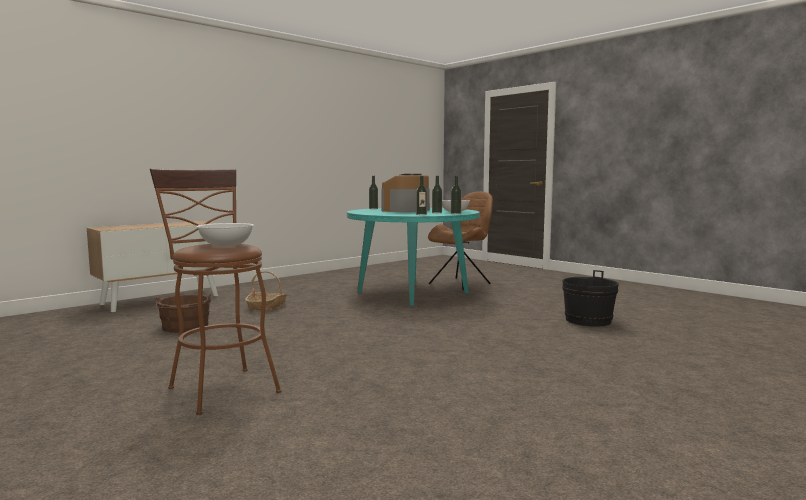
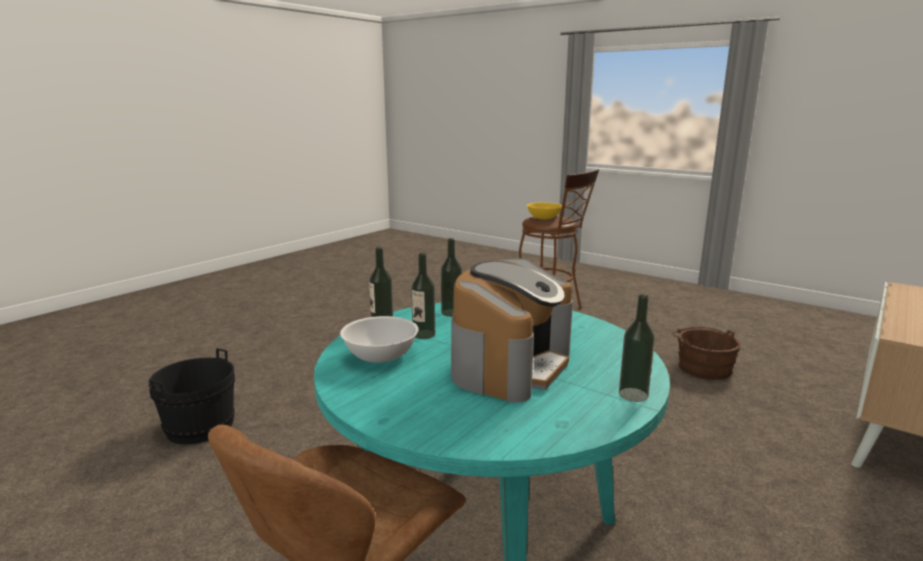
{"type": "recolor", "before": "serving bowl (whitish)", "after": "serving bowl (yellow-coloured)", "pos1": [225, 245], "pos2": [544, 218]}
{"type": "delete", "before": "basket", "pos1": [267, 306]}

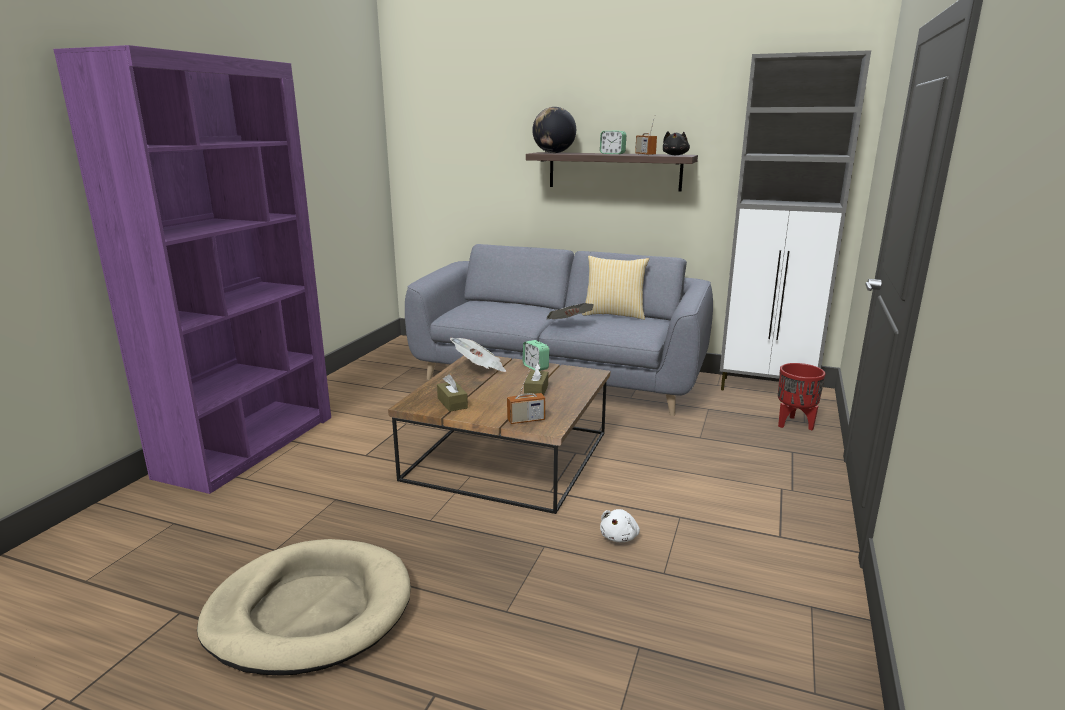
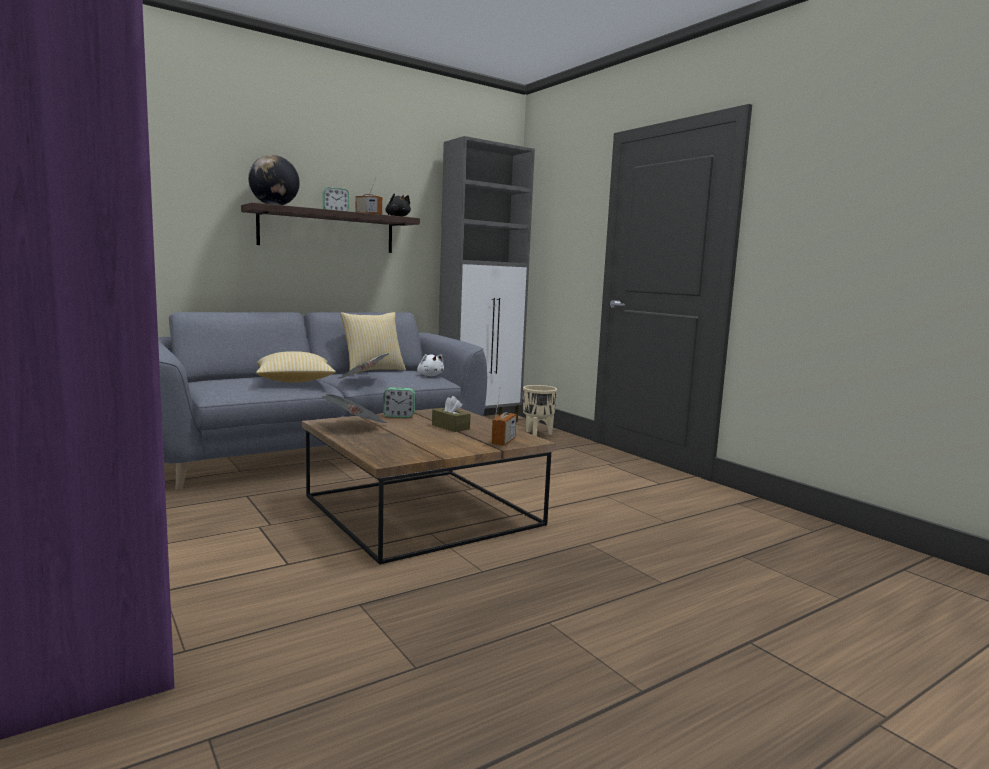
{"type": "insert", "after": "pillow", "pos2": [294, 381]}
{"type": "move", "before": "plush toy (whitish)", "pos1": [619, 537], "pos2": [430, 375]}
{"type": "recolor", "before": "flower pot (red)", "after": "flower pot (beige-coloured)", "pos1": [794, 424], "pos2": [537, 434]}
{"type": "delete", "before": "dog bed (beige-coloured)", "pos1": [310, 610]}
{"type": "delete", "before": "tissue holder (brown-coloured)", "pos1": [452, 403]}

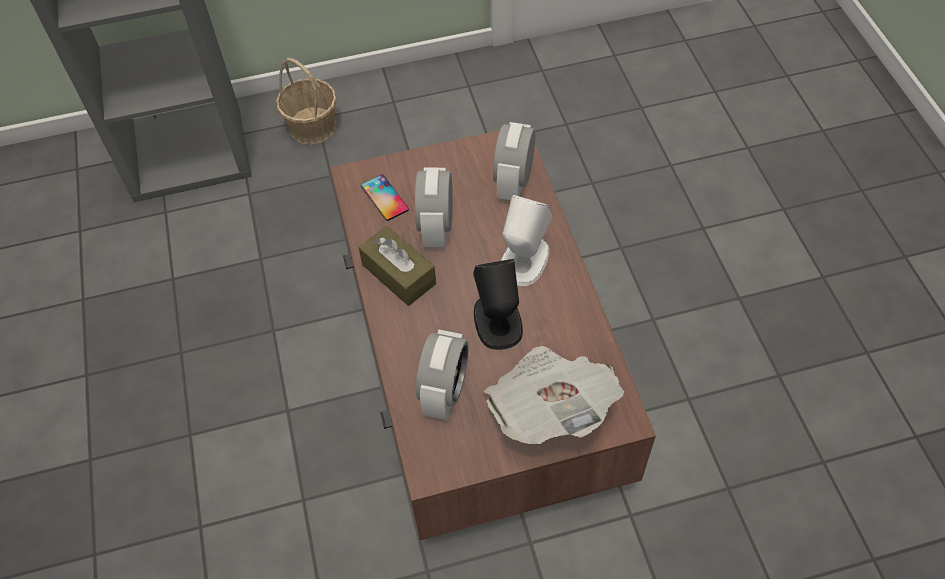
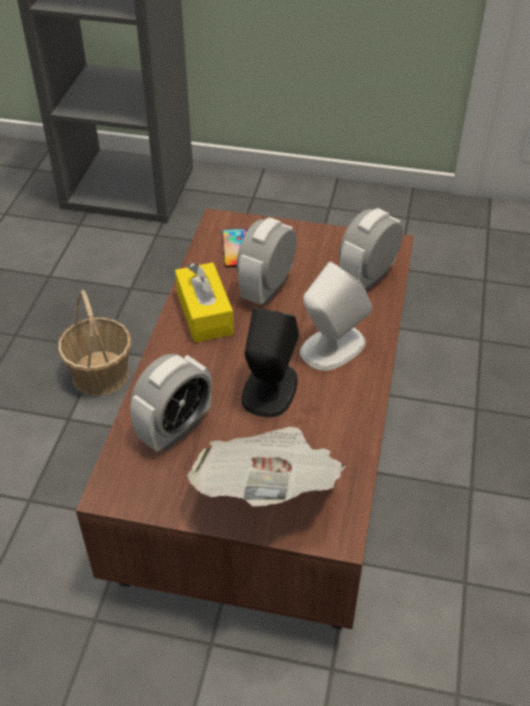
{"type": "move", "before": "basket", "pos1": [312, 126], "pos2": [101, 374]}
{"type": "recolor", "before": "tissue holder (brown-coloured)", "after": "tissue holder (yellow-coloured)", "pos1": [399, 274], "pos2": [204, 313]}

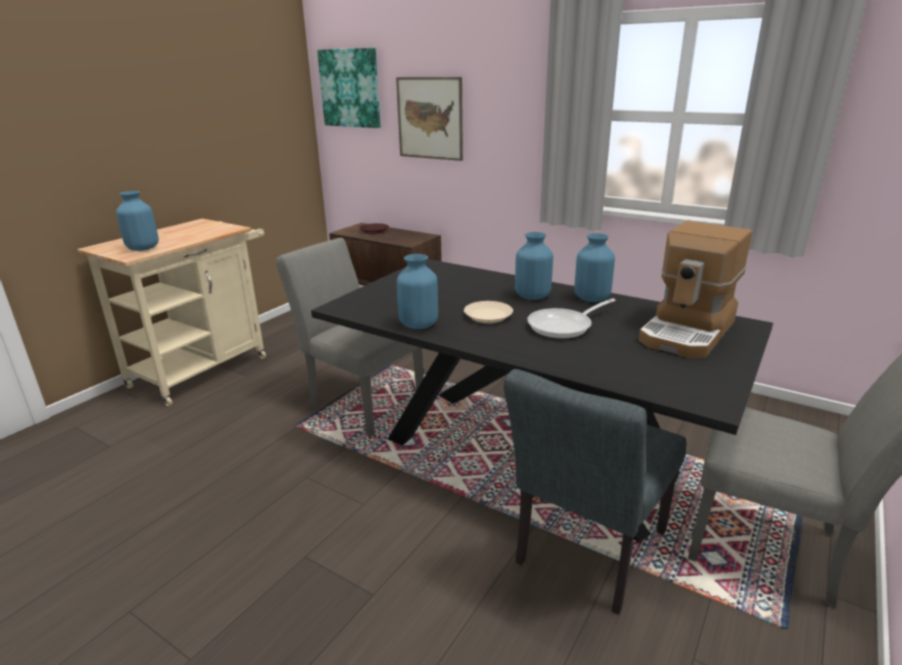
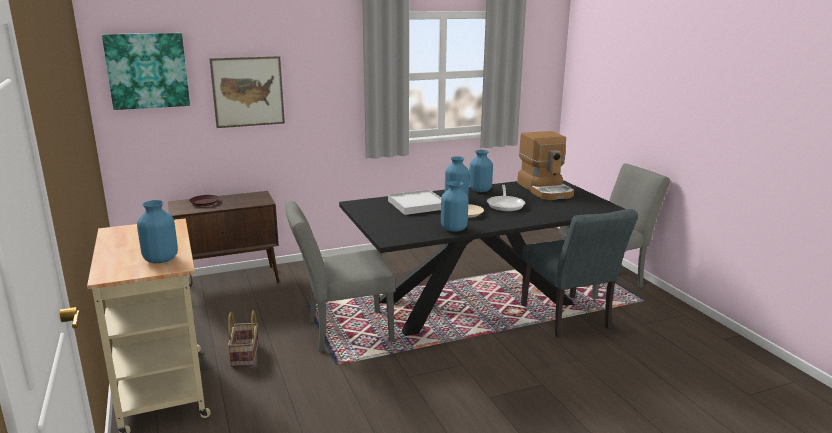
{"type": "insert", "after": "basket", "pos2": [245, 355]}
{"type": "insert", "after": "carrying tray (whitish)", "pos2": [417, 205]}

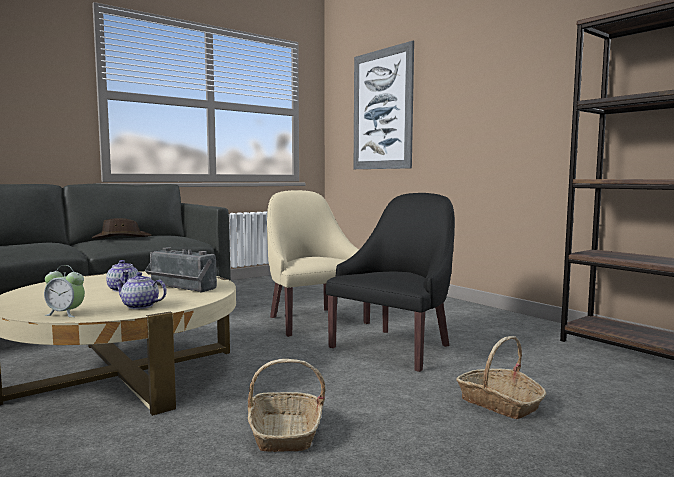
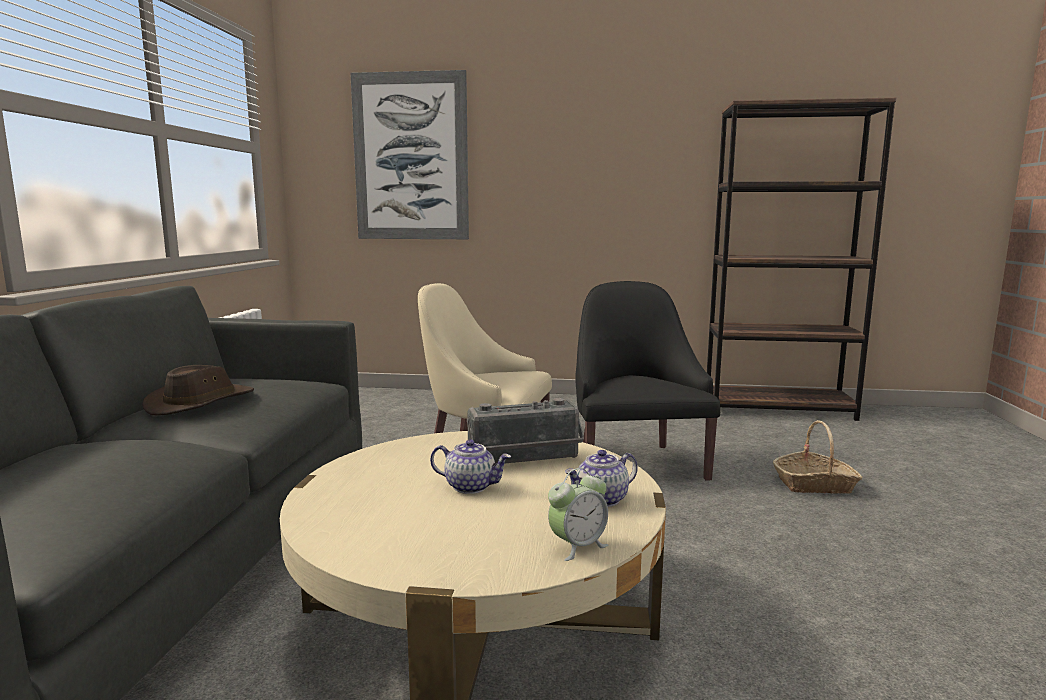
{"type": "delete", "before": "basket", "pos1": [285, 433]}

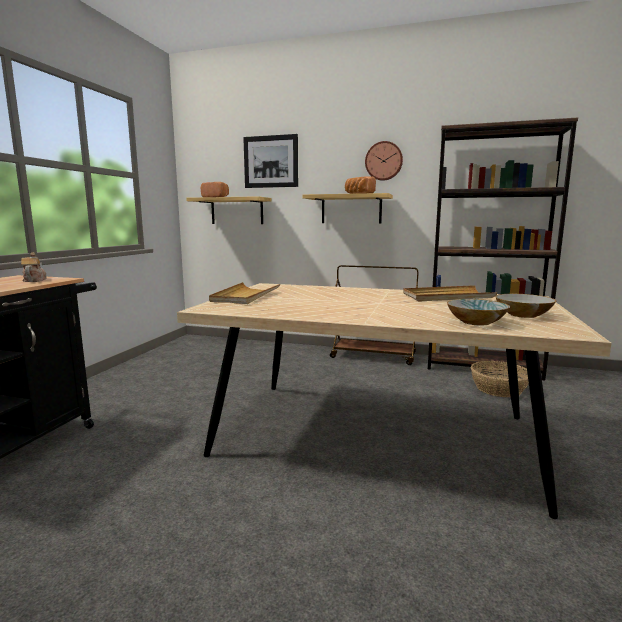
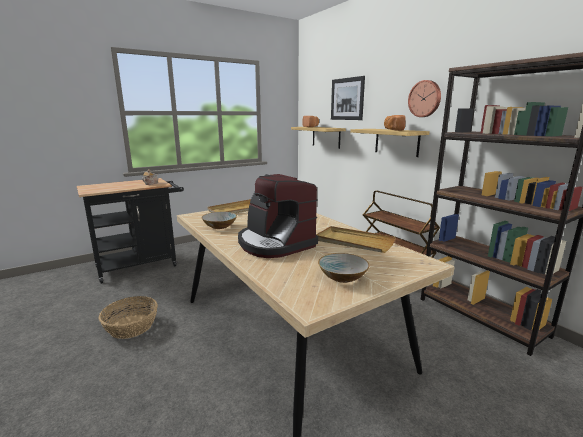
{"type": "move", "before": "basket", "pos1": [499, 389], "pos2": [131, 326]}
{"type": "move", "before": "serving bowl", "pos1": [477, 322], "pos2": [220, 226]}
{"type": "insert", "after": "coffee brewer", "pos2": [275, 243]}

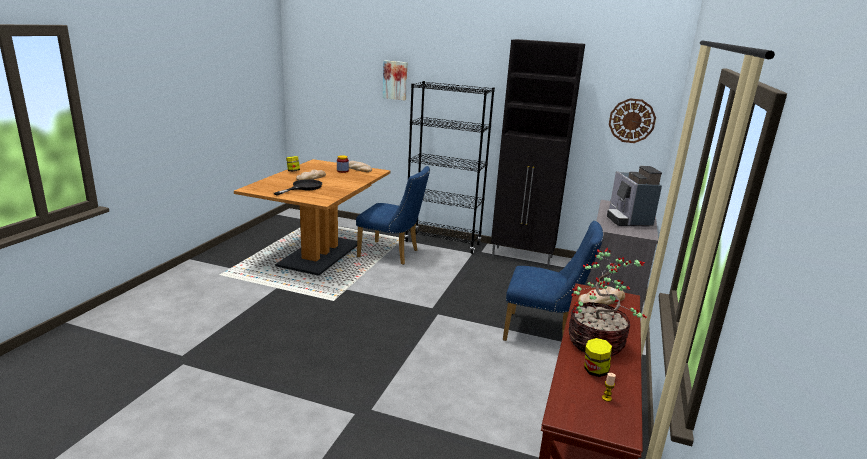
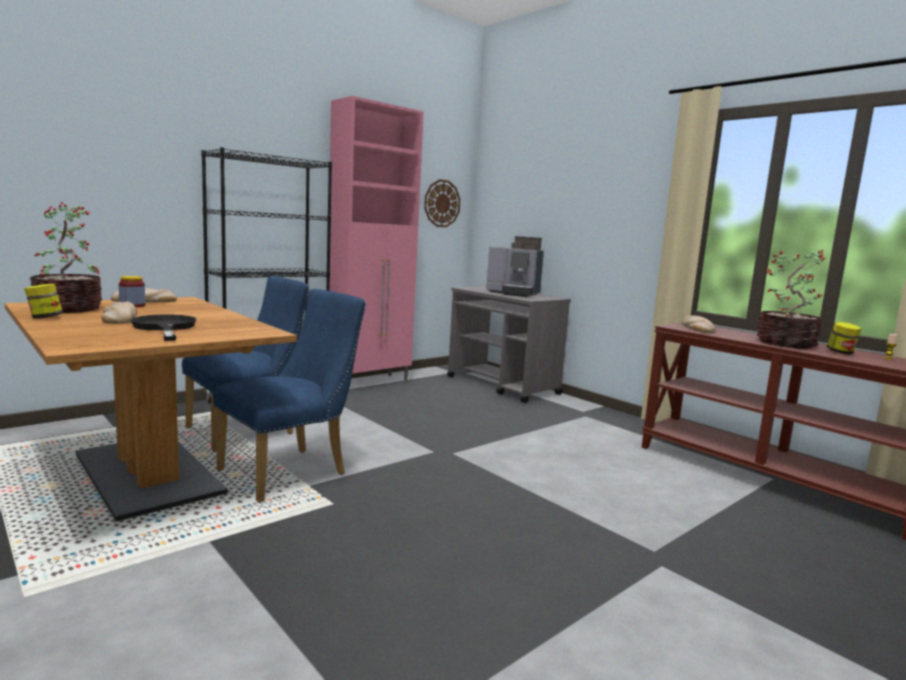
{"type": "insert", "after": "plant in a pot", "pos2": [69, 309]}
{"type": "move", "before": "chair (blue-coloured)", "pos1": [544, 333], "pos2": [291, 471]}
{"type": "recolor", "before": "storage cabinet (black-coloured)", "after": "storage cabinet (pinkish)", "pos1": [523, 257], "pos2": [370, 383]}
{"type": "delete", "before": "wall art", "pos1": [395, 80]}

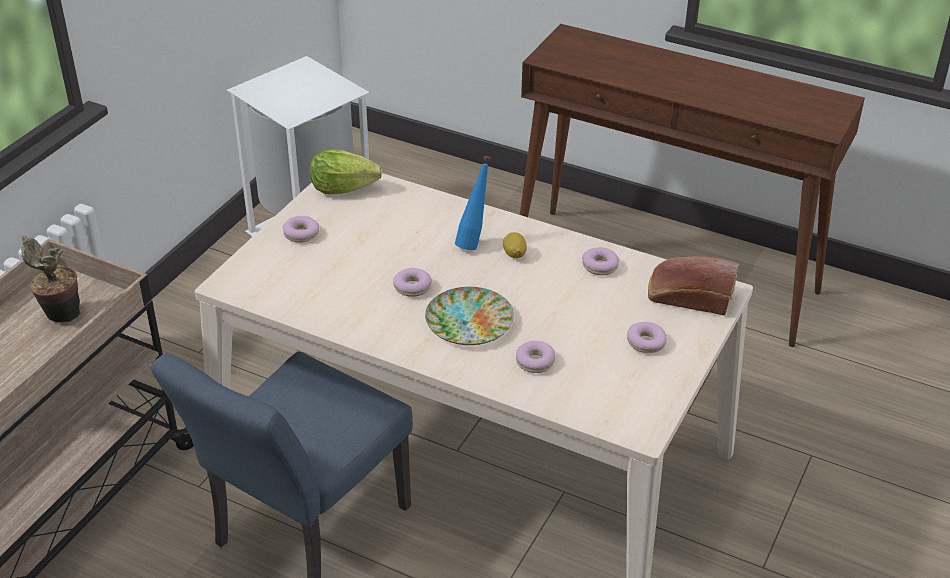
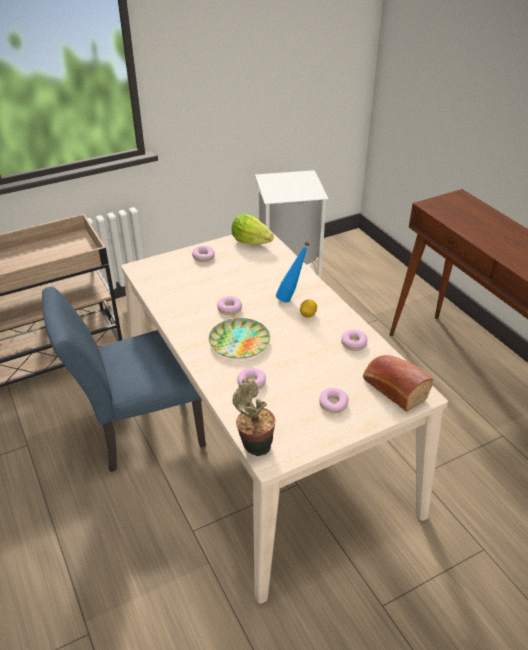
{"type": "move", "before": "plant in a pot", "pos1": [59, 315], "pos2": [254, 445]}

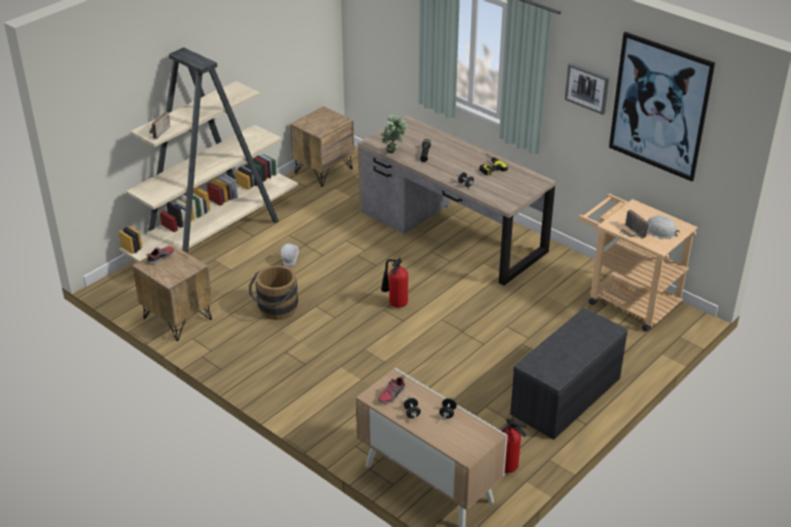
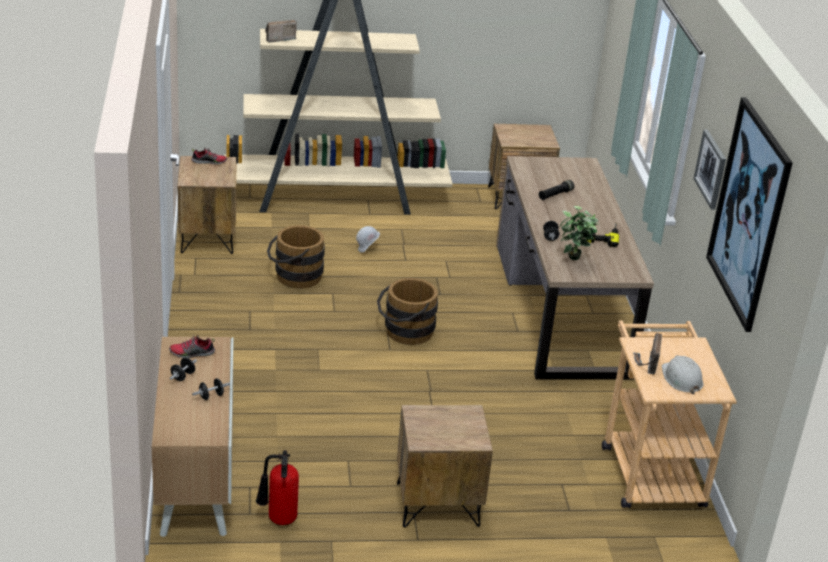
{"type": "replace", "before": "fire extinguisher", "after": "bucket (brown-coloured)", "pos1": [395, 304], "pos2": [405, 333]}
{"type": "replace", "before": "indoor bench (gray)", "after": "night table (brown-coloured)", "pos1": [566, 397], "pos2": [437, 505]}
{"type": "move", "before": "plant in a pot", "pos1": [394, 154], "pos2": [574, 262]}

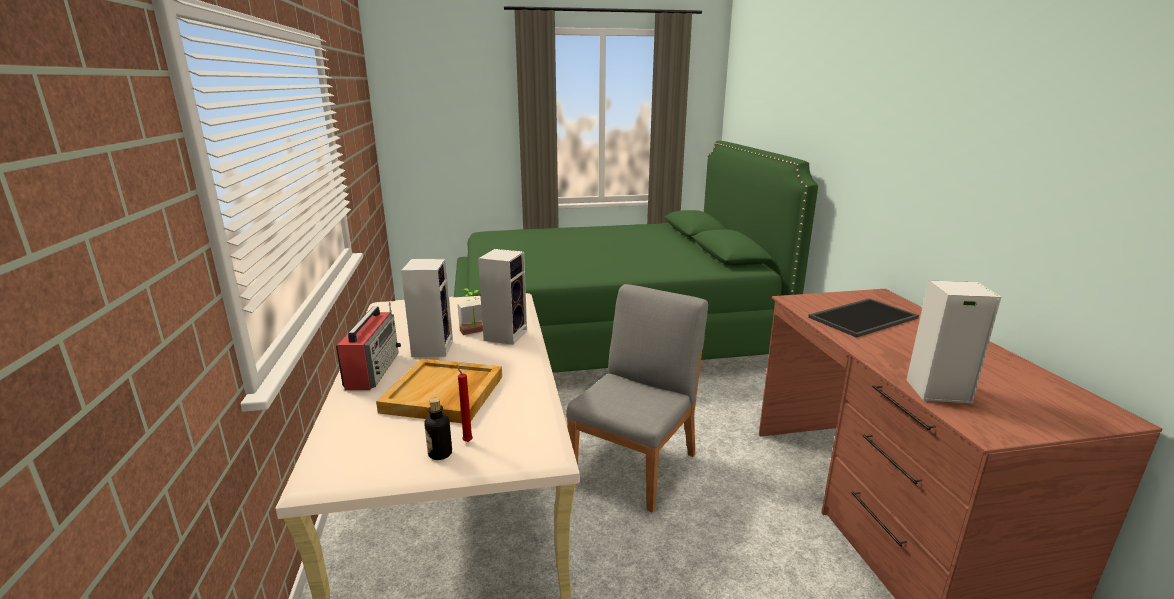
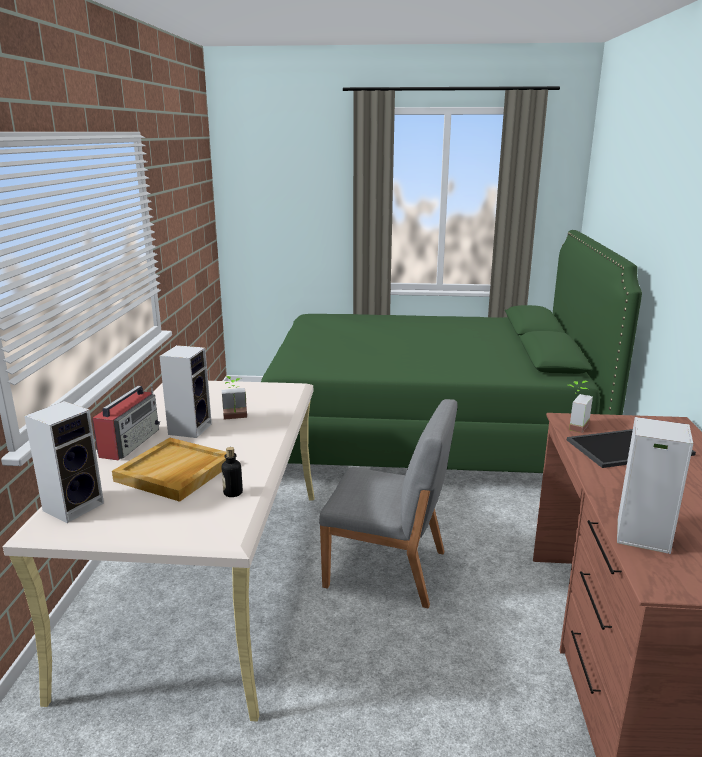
{"type": "move", "before": "loudspeaker", "pos1": [505, 335], "pos2": [74, 506]}
{"type": "move", "before": "drink bottle", "pos1": [440, 453], "pos2": [233, 493]}
{"type": "rotate", "before": "chair (gray)", "pos1": [635, 465], "pos2": [387, 569], "turn": 60}
{"type": "insert", "after": "plant in a pot", "pos2": [573, 425]}
{"type": "delete", "before": "candle (red)", "pos1": [467, 441]}

